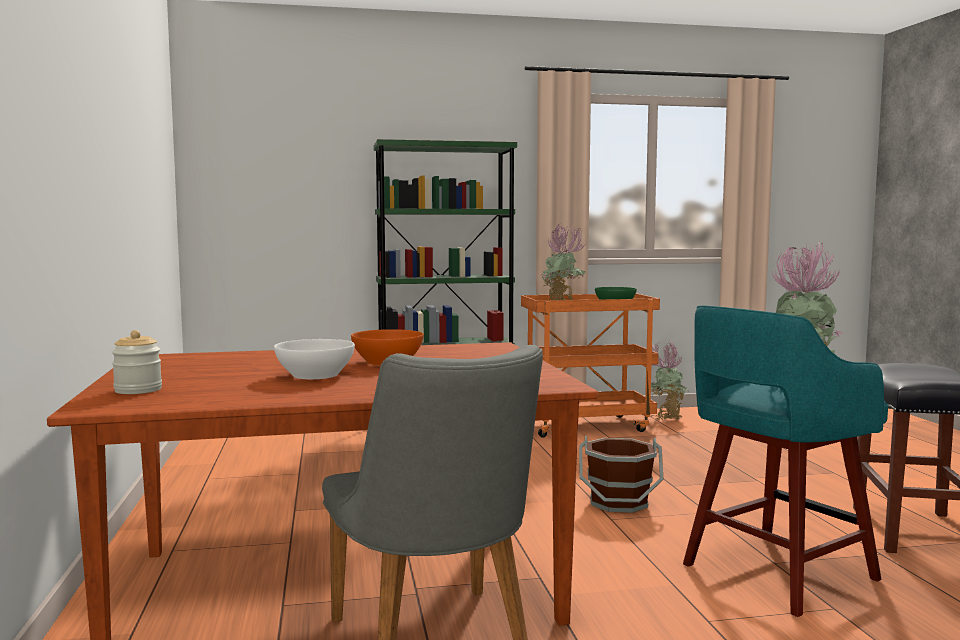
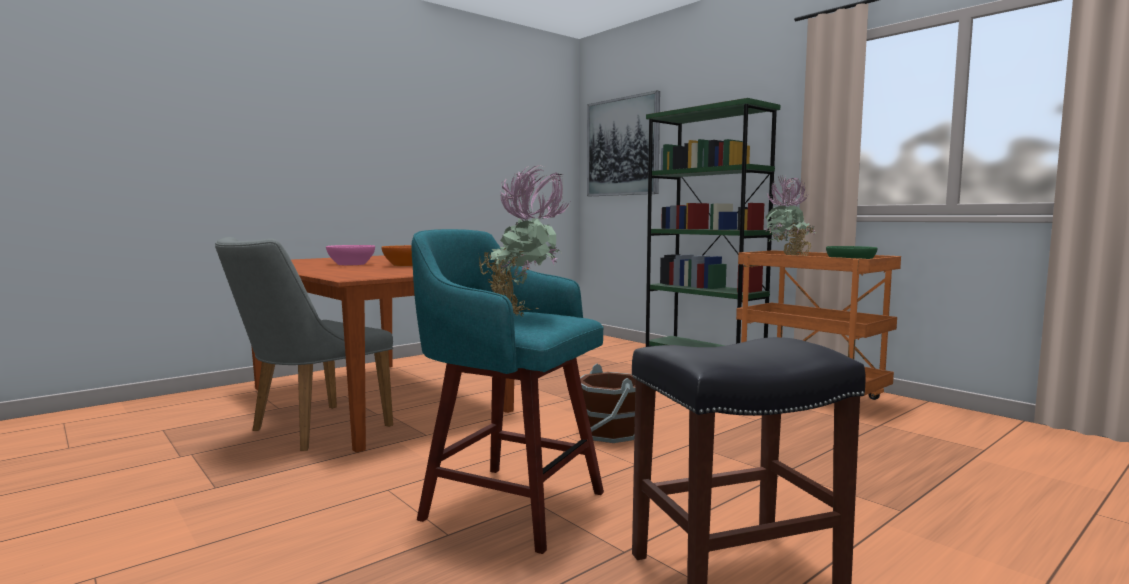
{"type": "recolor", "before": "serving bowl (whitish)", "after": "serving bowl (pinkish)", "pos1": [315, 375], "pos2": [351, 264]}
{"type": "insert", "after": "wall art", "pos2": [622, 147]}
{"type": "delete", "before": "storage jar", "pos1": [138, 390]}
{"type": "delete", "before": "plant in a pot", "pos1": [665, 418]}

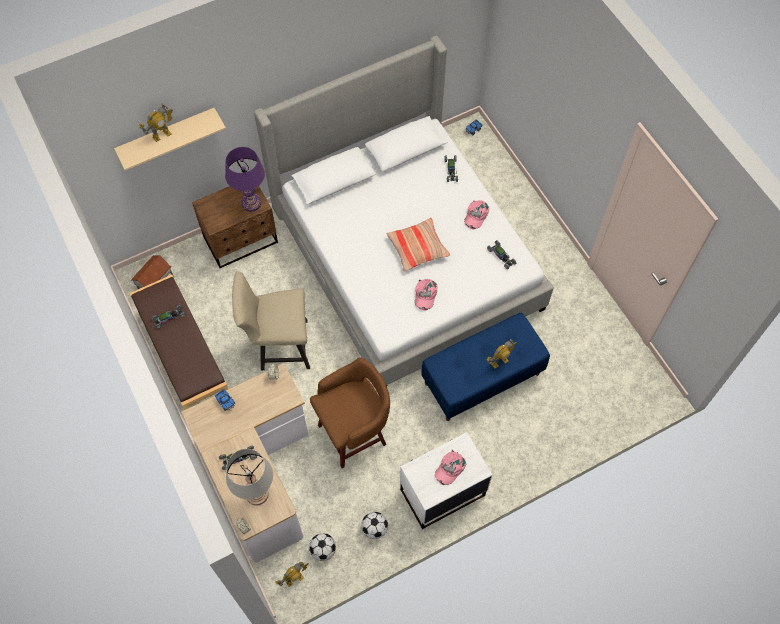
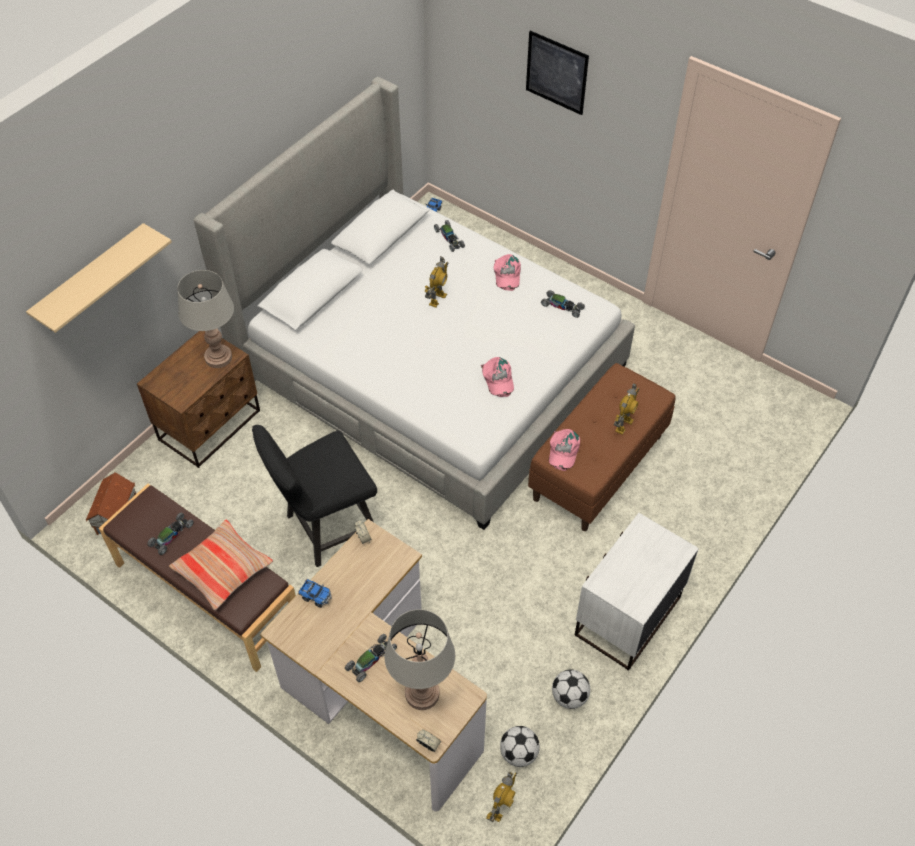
{"type": "move", "before": "pillow", "pos1": [417, 248], "pos2": [222, 569]}
{"type": "recolor", "before": "tabletop lamp (purple-coloured)", "after": "tabletop lamp (gray)", "pos1": [251, 203], "pos2": [218, 357]}
{"type": "recolor", "before": "chair (beige-coloured)", "after": "chair (black-coloured)", "pos1": [279, 346], "pos2": [326, 529]}
{"type": "move", "before": "robot figure", "pos1": [161, 135], "pos2": [437, 299]}
{"type": "insert", "after": "wall art", "pos2": [556, 72]}
{"type": "recolor", "before": "indoor bench (blue-coloured)", "after": "indoor bench (brown-coloured)", "pos1": [482, 378], "pos2": [597, 466]}
{"type": "move", "before": "baseball cap (pinkish)", "pos1": [450, 468], "pos2": [563, 451]}
{"type": "delete", "before": "stool (brown-coloured)", "pos1": [354, 433]}

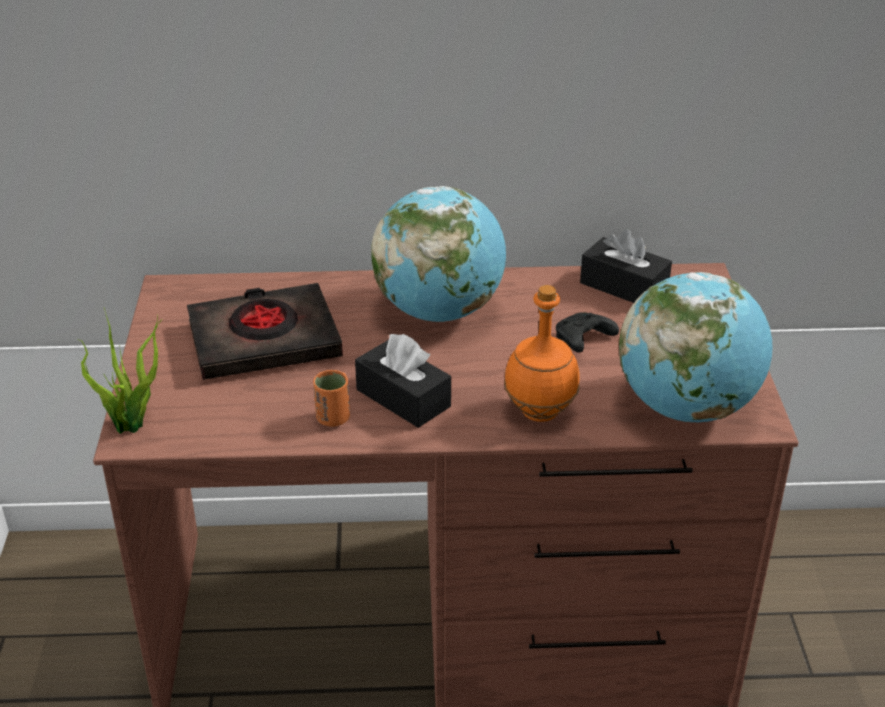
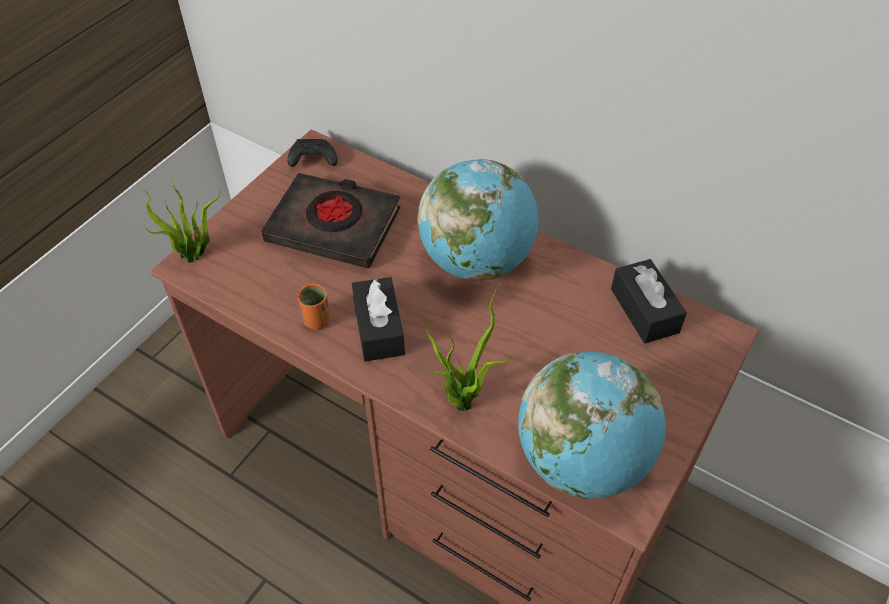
{"type": "move", "before": "joypad (black-coloured)", "pos1": [583, 340], "pos2": [312, 160]}
{"type": "replace", "before": "drink bottle (orange-coloured)", "after": "plant in a pot", "pos1": [539, 413], "pos2": [462, 398]}

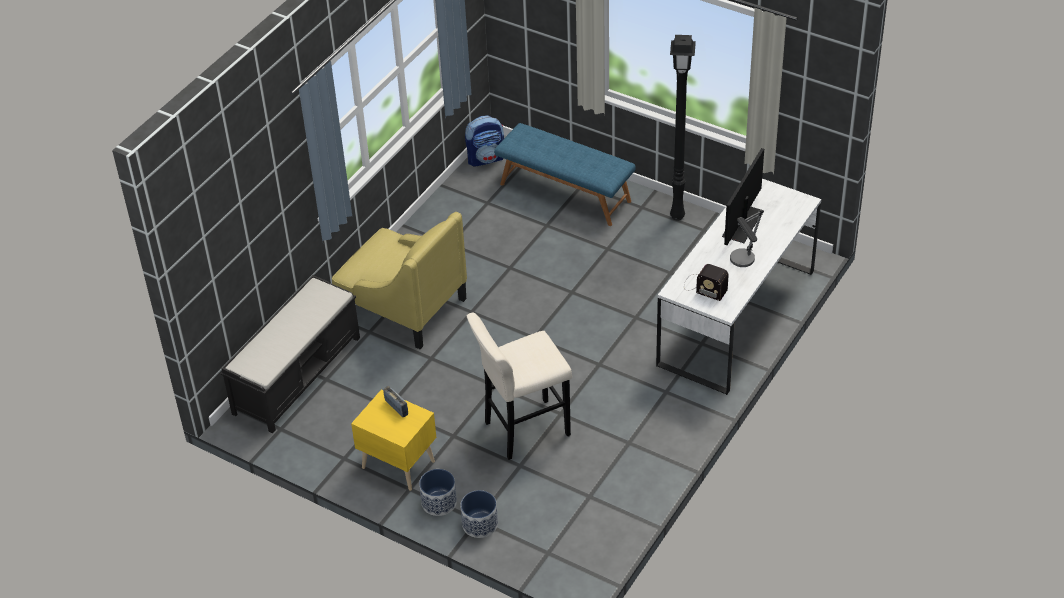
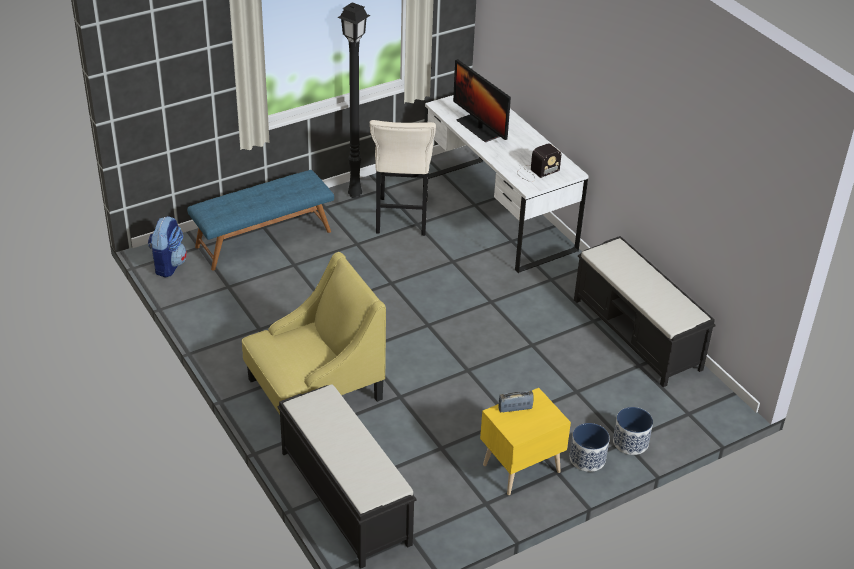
{"type": "move", "before": "stool (beige-coloured)", "pos1": [523, 430], "pos2": [401, 219]}
{"type": "insert", "after": "indoor bench (black-coloured)", "pos2": [637, 335]}
{"type": "delete", "before": "tabletop lamp", "pos1": [744, 264]}

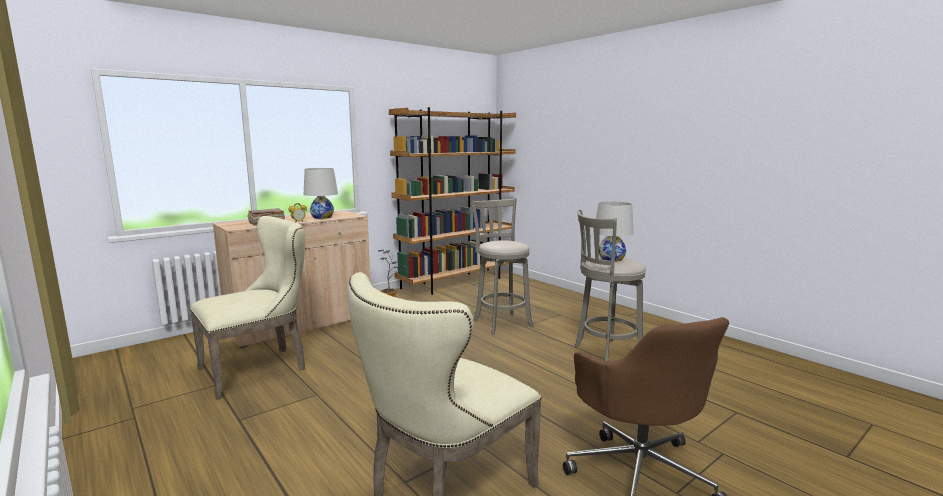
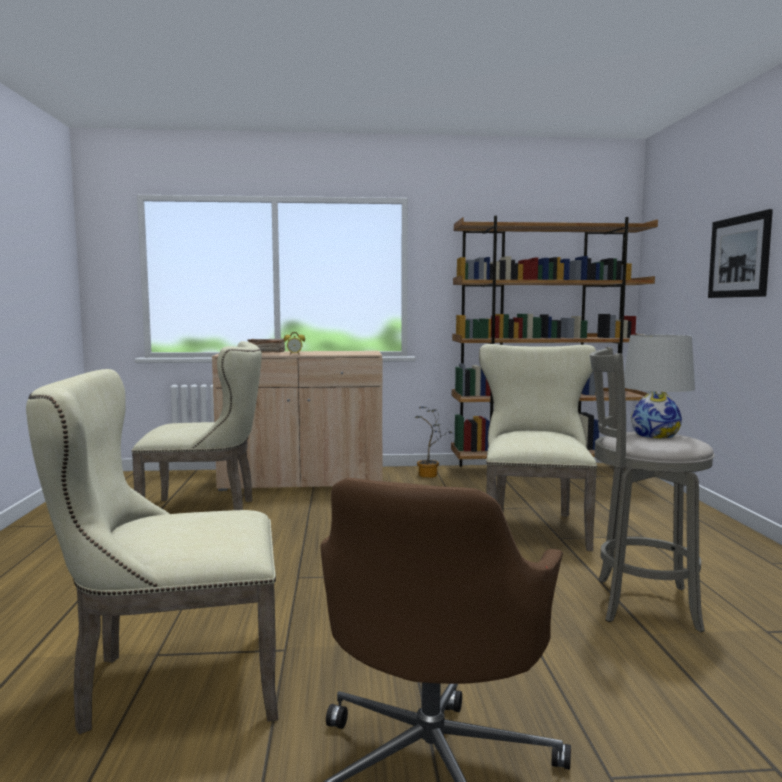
{"type": "replace", "before": "stool (gray)", "after": "chair (beige-coloured)", "pos1": [501, 322], "pos2": [534, 526]}
{"type": "insert", "after": "wall art", "pos2": [739, 257]}
{"type": "delete", "before": "tabletop lamp (whitish)", "pos1": [322, 217]}

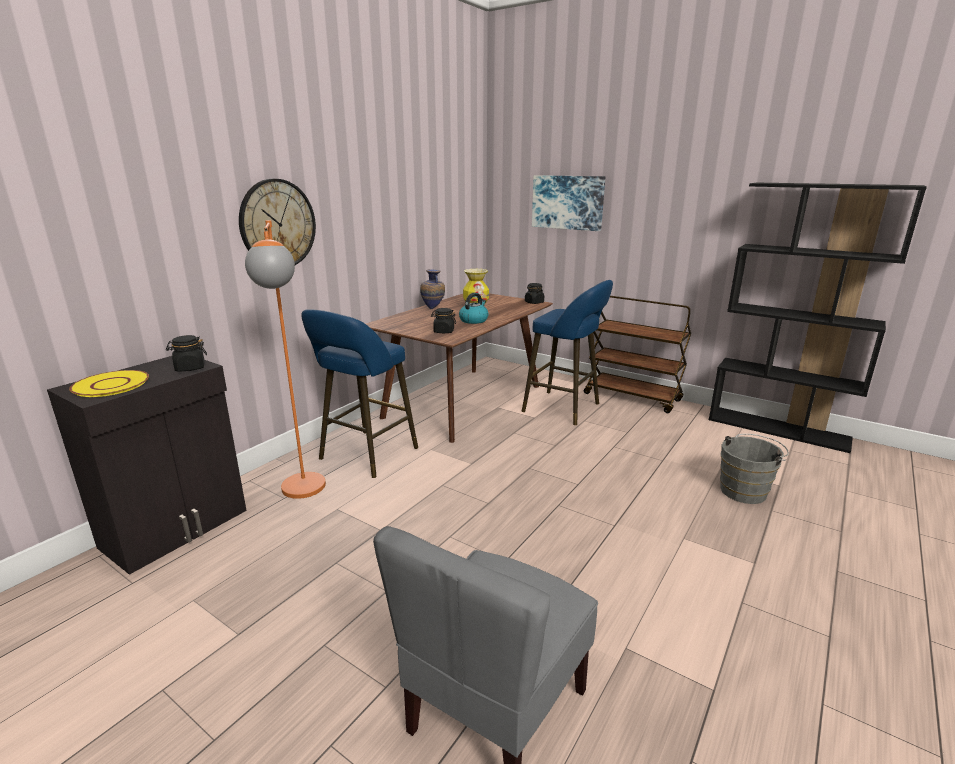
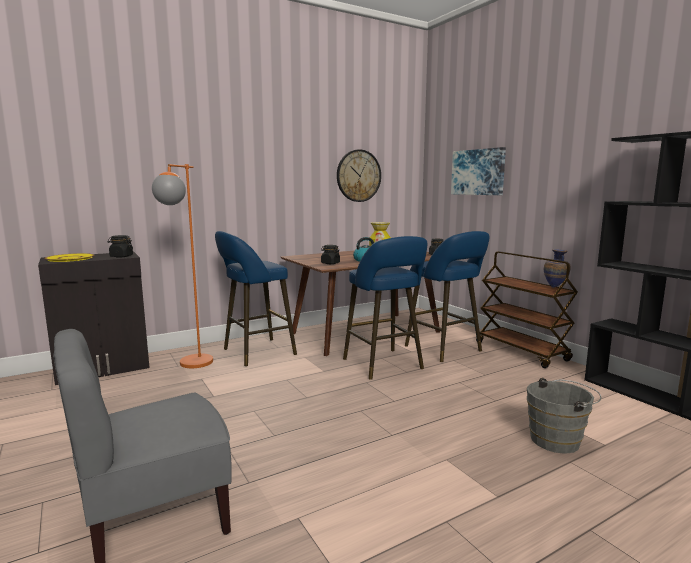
{"type": "move", "before": "clock on the wall", "pos1": [278, 224], "pos2": [358, 176]}
{"type": "insert", "after": "stool (blue-coloured)", "pos2": [385, 365]}
{"type": "move", "before": "vase", "pos1": [433, 309], "pos2": [555, 287]}

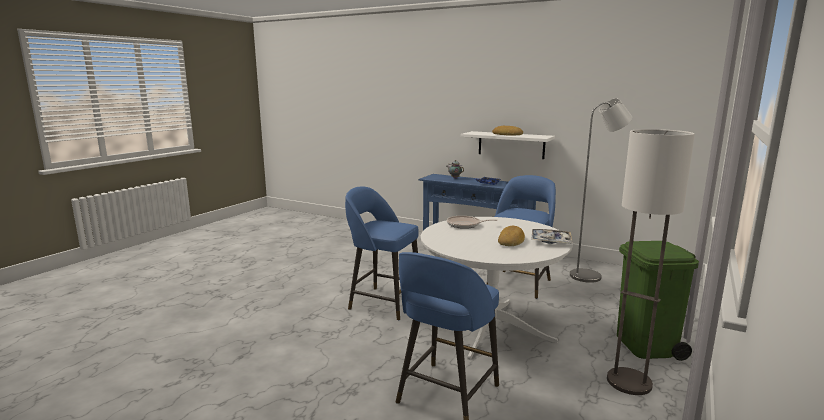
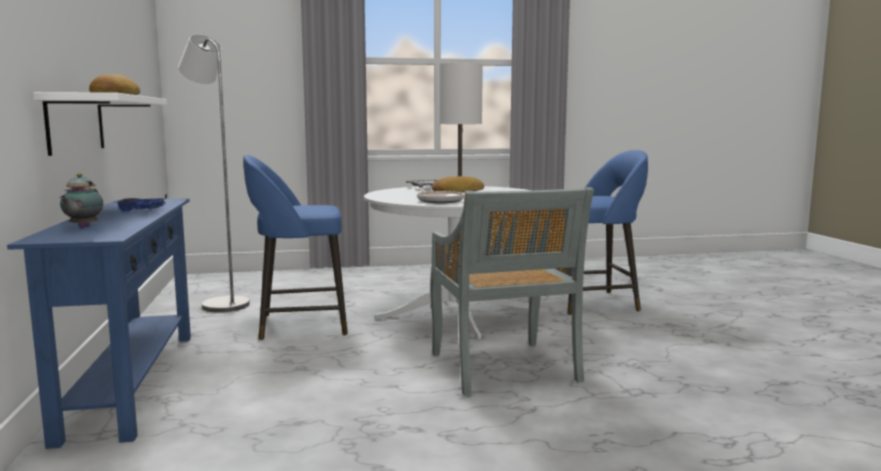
{"type": "replace", "before": "stool (blue-coloured)", "after": "chair (gray)", "pos1": [383, 302], "pos2": [504, 369]}
{"type": "delete", "before": "trash can (greenish)", "pos1": [647, 346]}

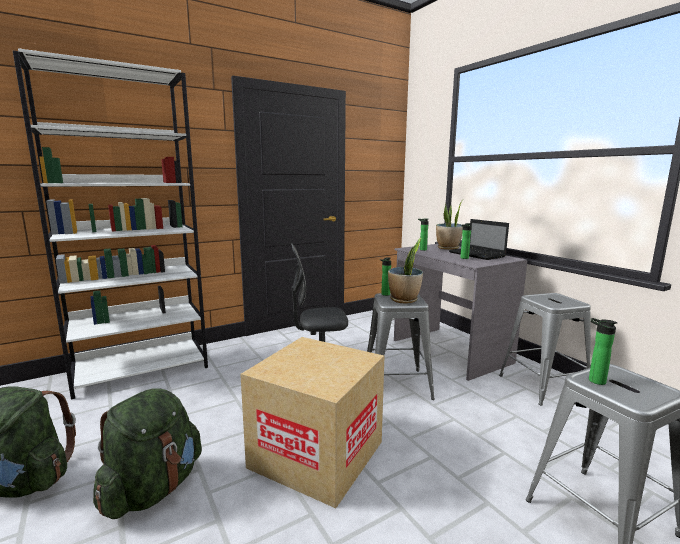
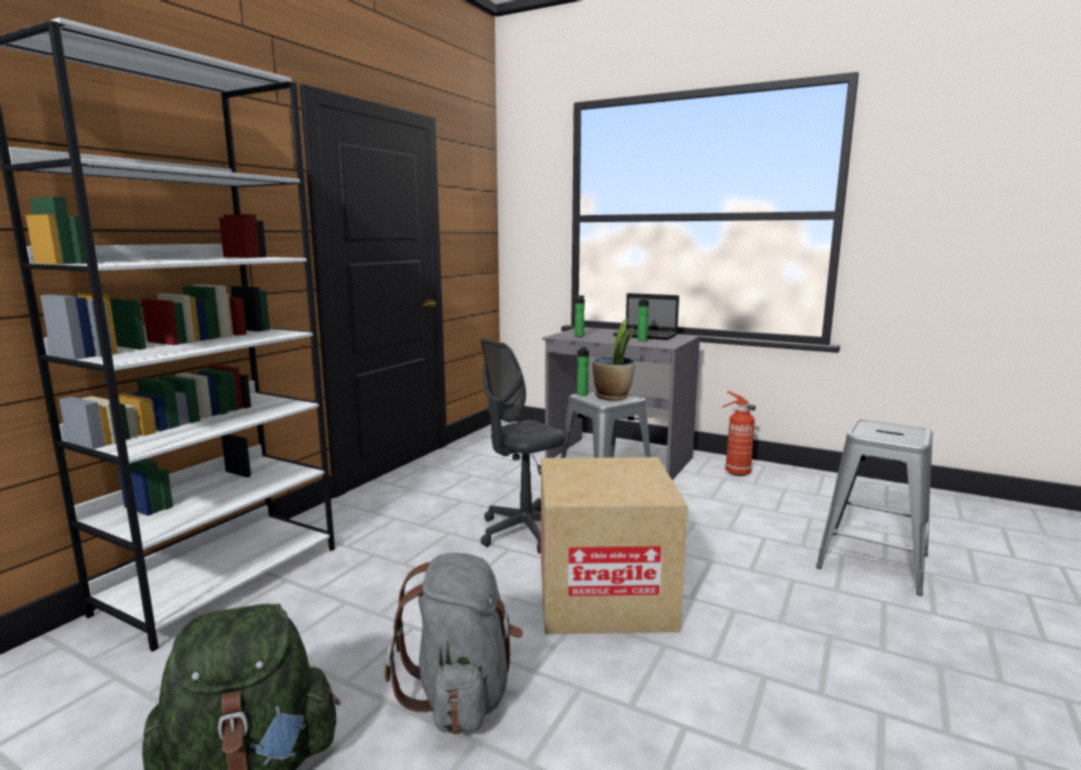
{"type": "recolor", "before": "backpack (greenish)", "after": "backpack (gray)", "pos1": [153, 489], "pos2": [461, 694]}
{"type": "replace", "before": "stool (gray)", "after": "fire extinguisher", "pos1": [543, 385], "pos2": [736, 472]}
{"type": "delete", "before": "plant in a pot", "pos1": [448, 248]}
{"type": "delete", "before": "drink bottle", "pos1": [594, 380]}

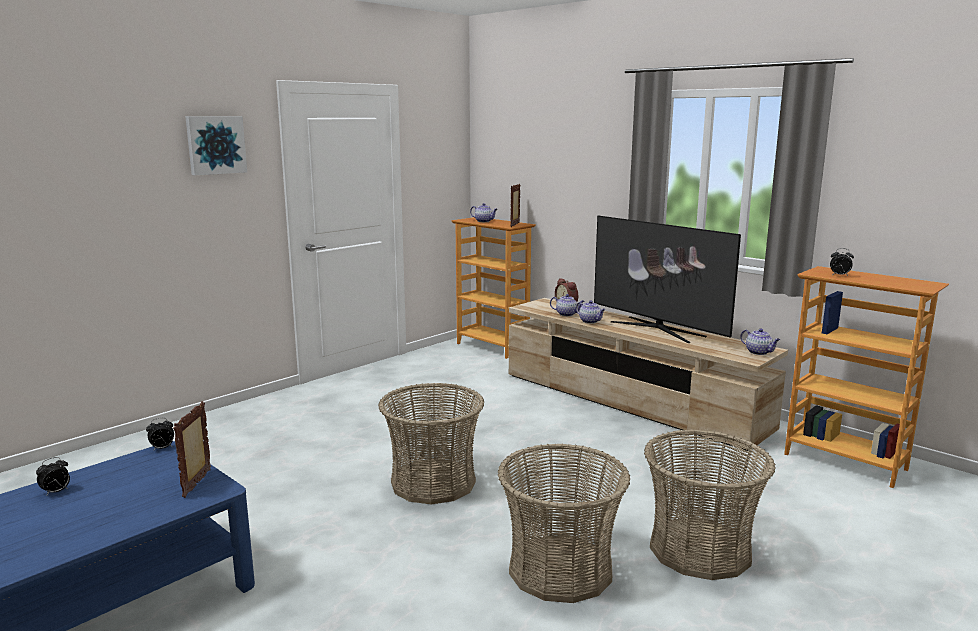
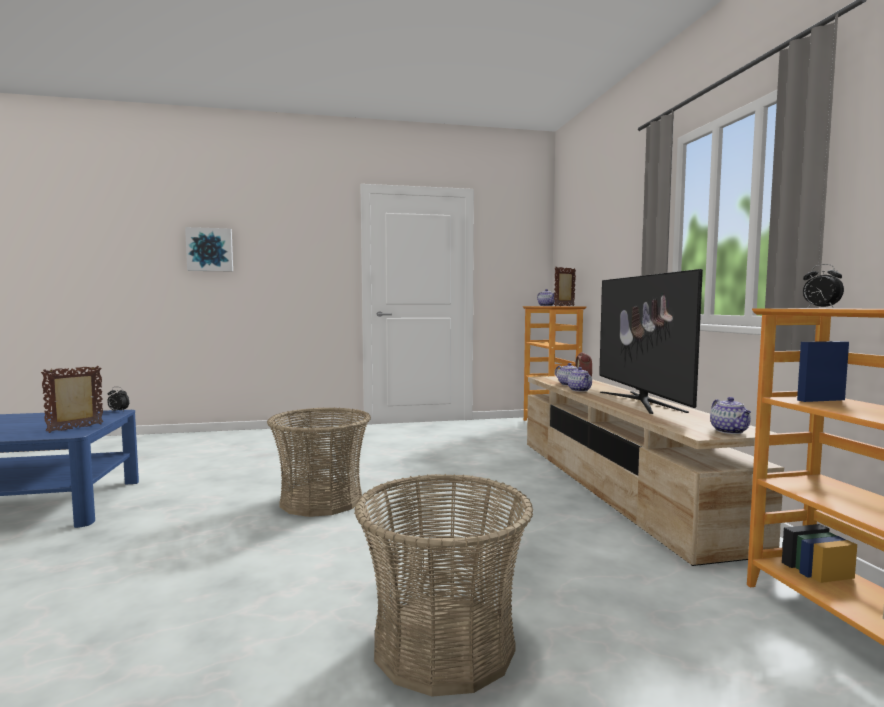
{"type": "move", "before": "wall art", "pos1": [215, 145], "pos2": [210, 249]}
{"type": "delete", "before": "alarm clock", "pos1": [56, 492]}
{"type": "delete", "before": "basket", "pos1": [560, 569]}

